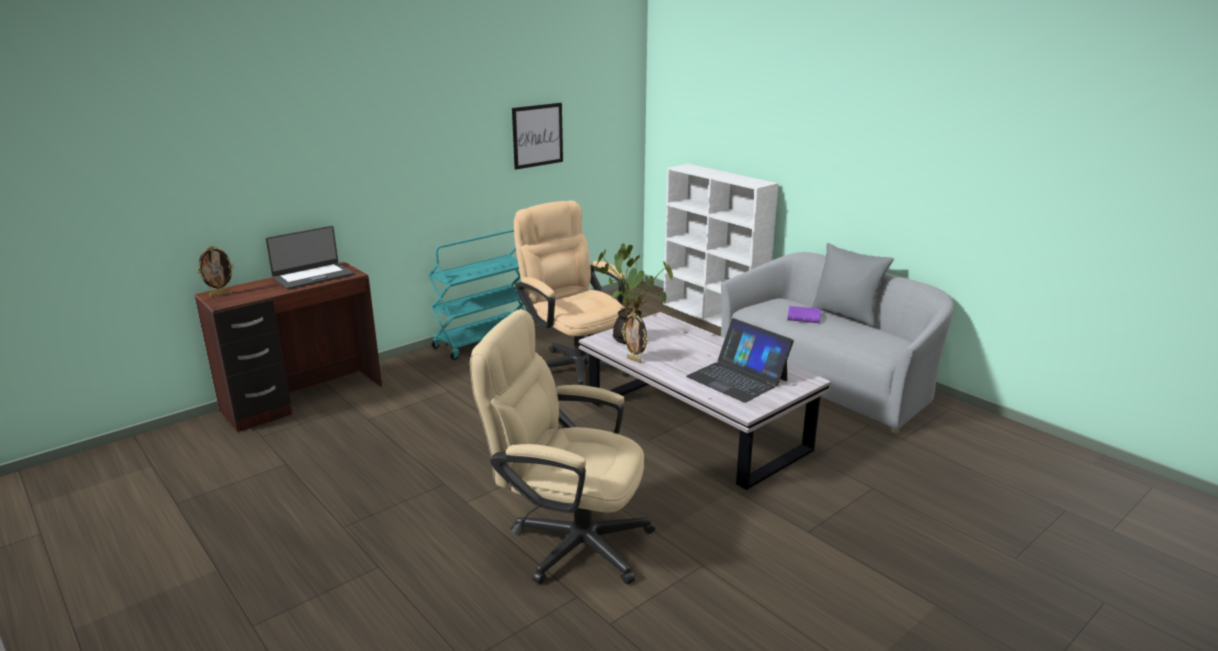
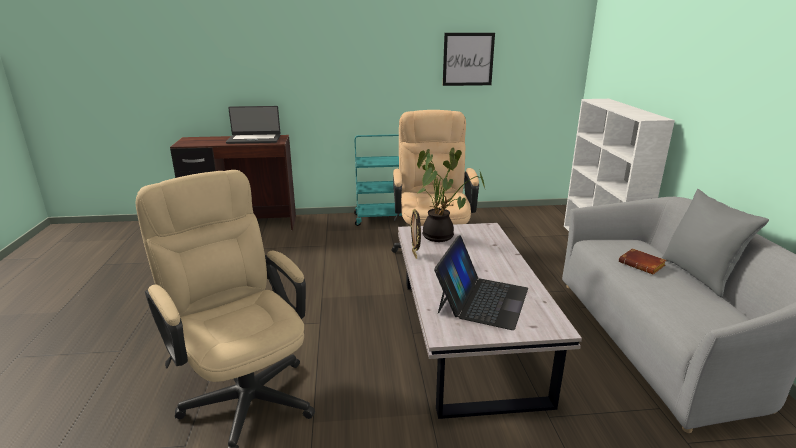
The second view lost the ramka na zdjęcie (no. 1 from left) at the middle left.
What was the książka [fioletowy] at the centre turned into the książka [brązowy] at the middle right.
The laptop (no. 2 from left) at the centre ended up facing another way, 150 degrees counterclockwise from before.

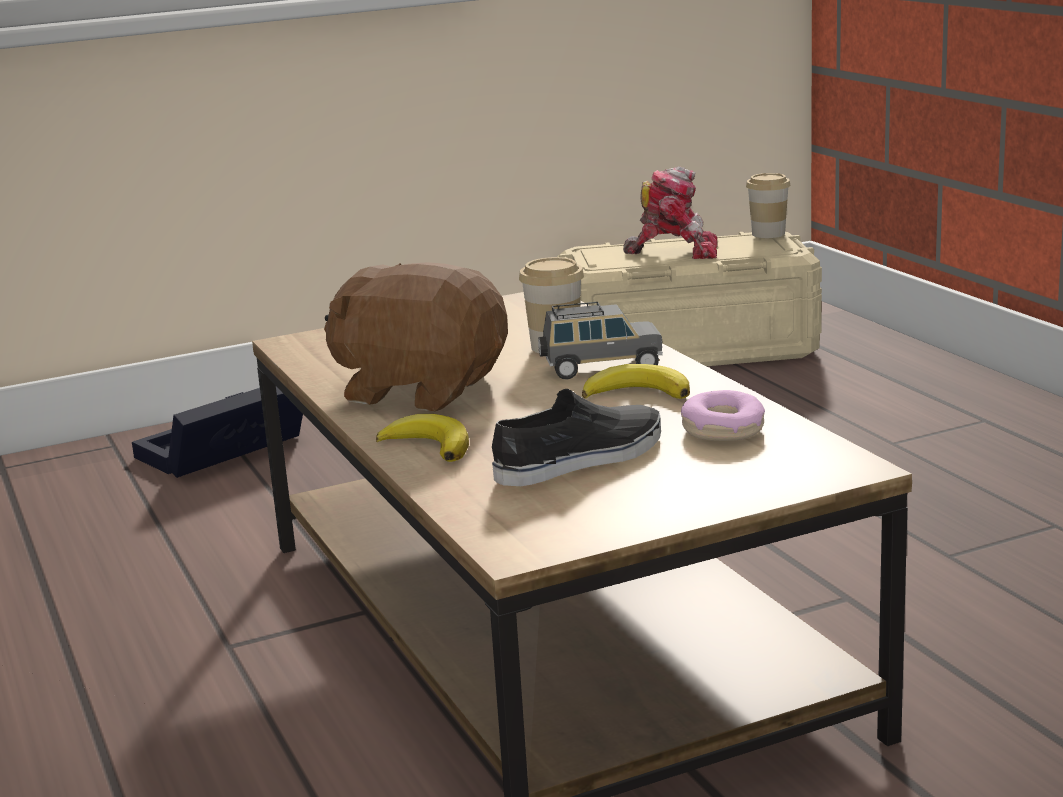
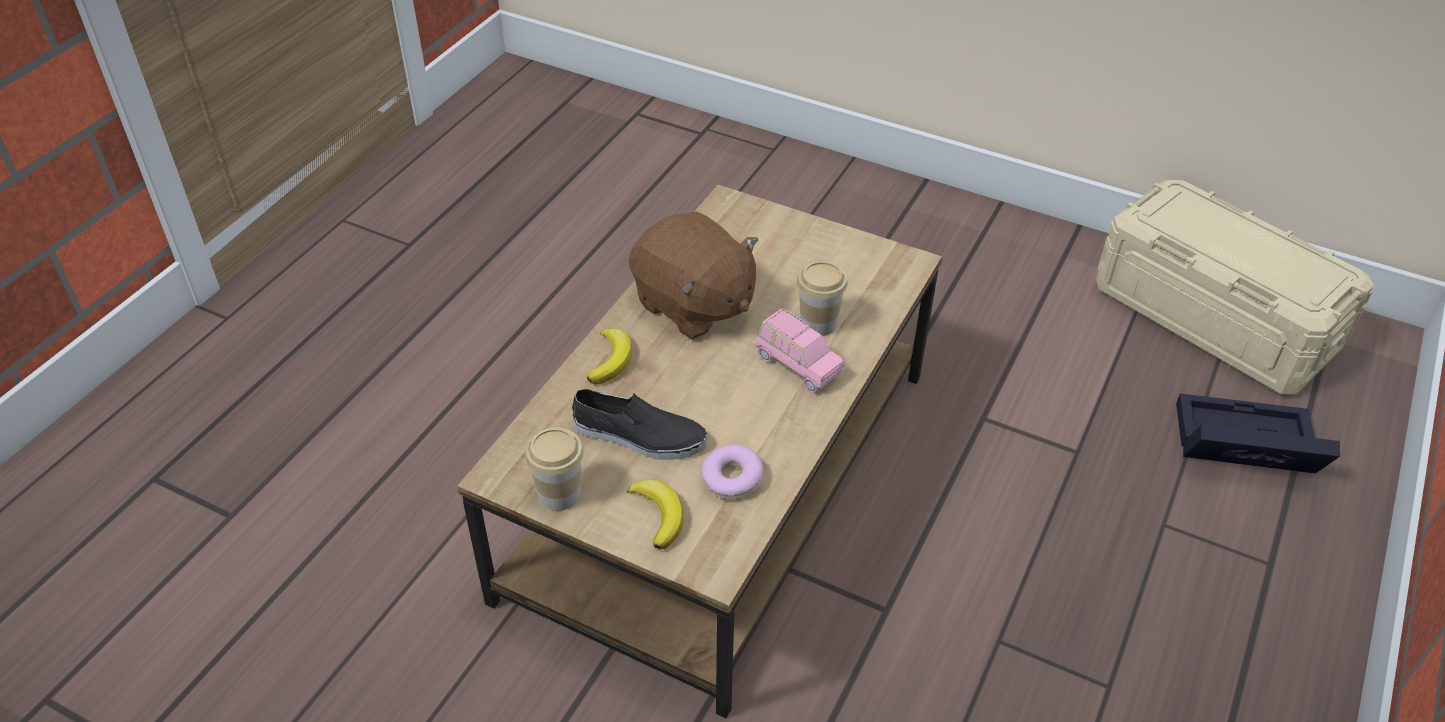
The second view lost the robot zabawkowy at the top centre.
The filiżanka (no. 2 from left in the first image) ended up elsewhere, having gone from the top right to the centre.
The pluszak [brązowy] at the centre ended up facing another way, 150 degrees clockwise from before.
What was the samochodzik [szary] at the centre turned into the samochodzik [różowy] at the centre.
The banan (no. 2 from left) ended up elsewhere, having gone from the centre to the bottom centre.
The pojemnik do przechowywania [czarny] ended up elsewhere, having gone from the middle left to the middle right.

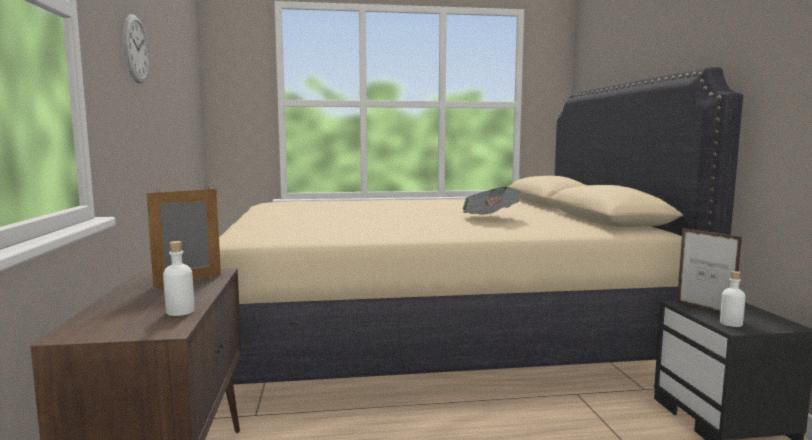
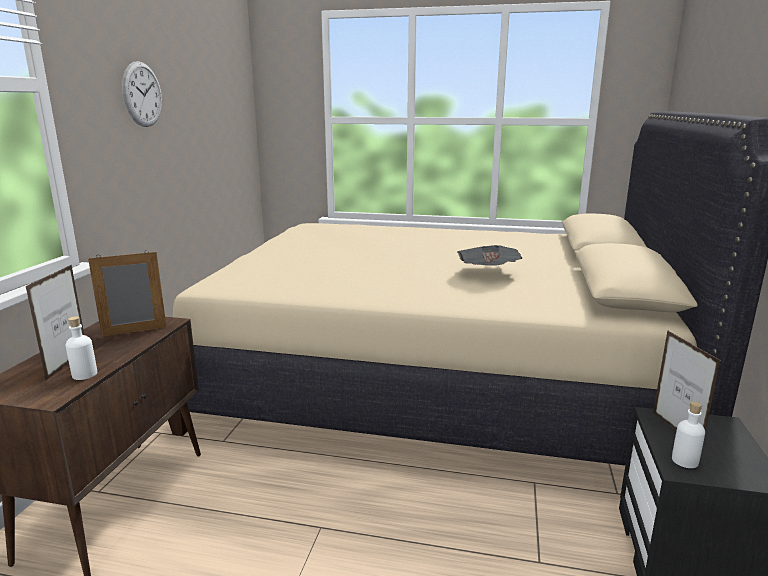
The second view gained the ramka na zdjęcie (no. 1 from left) at the middle left.

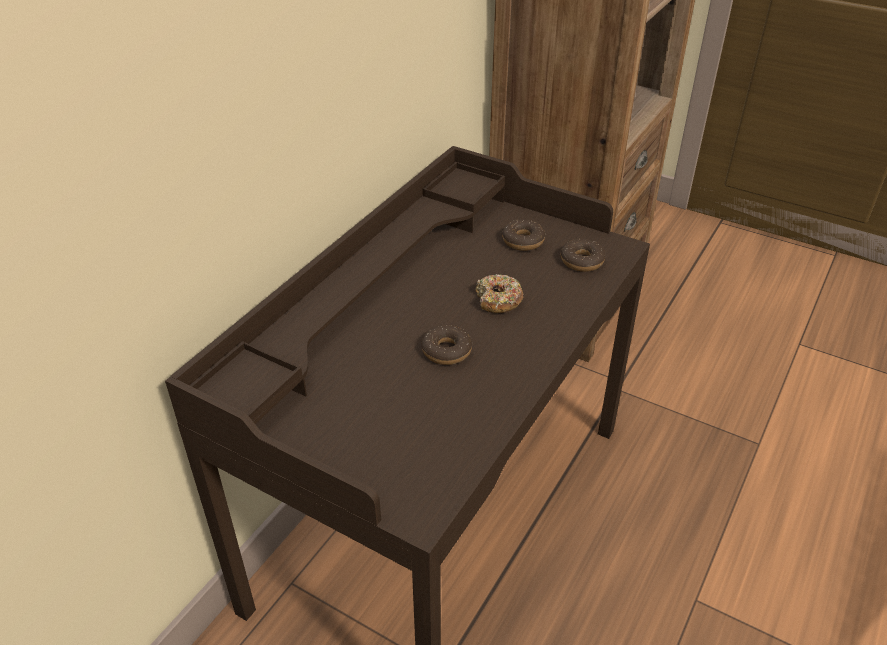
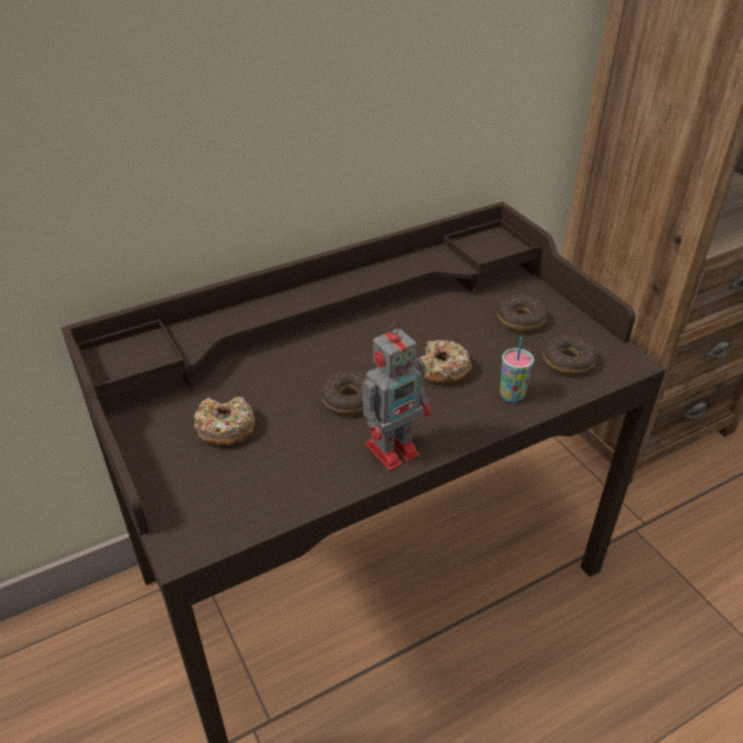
The second view gained the robot zabawkowy at the centre.
The second view gained the filiżanka at the middle right.
The second view gained the donut (no. 1 from left) at the middle left.

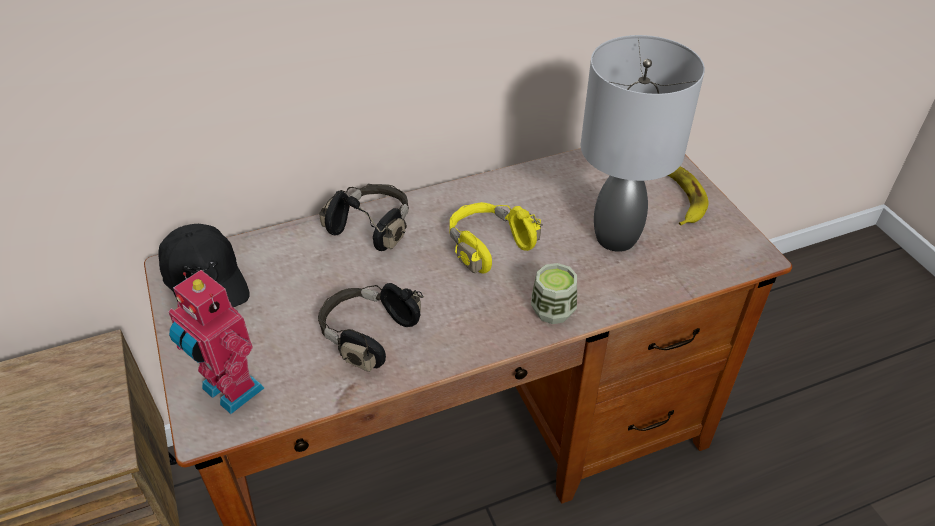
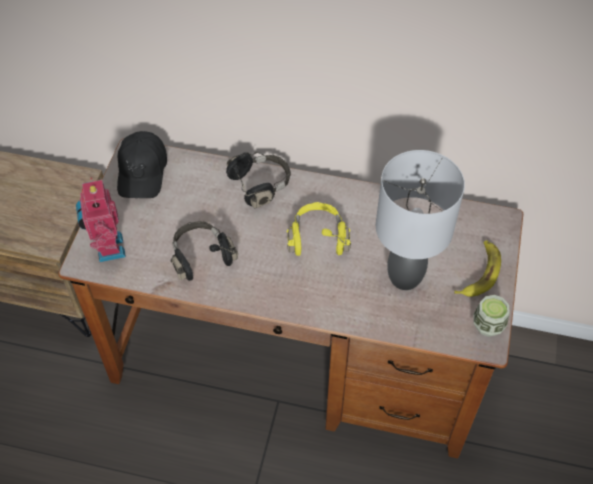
The filiżanka ended up elsewhere, having gone from the centre to the middle right.

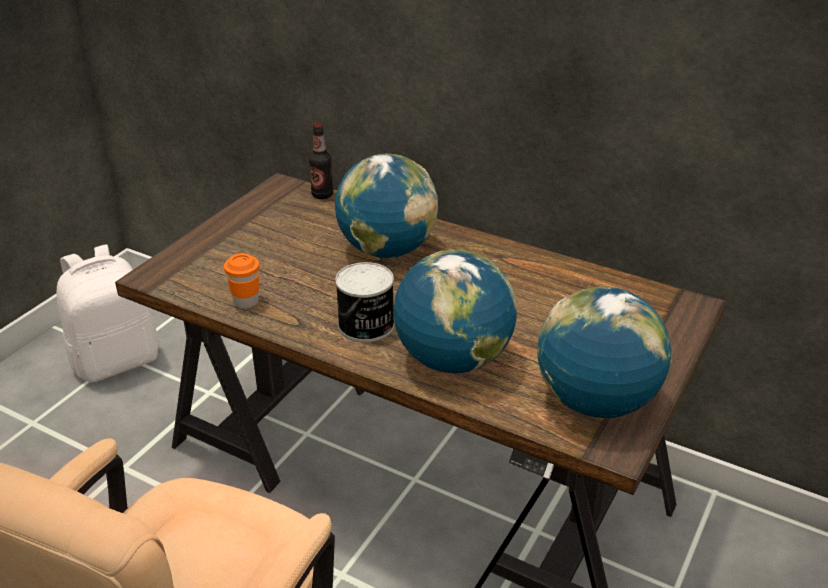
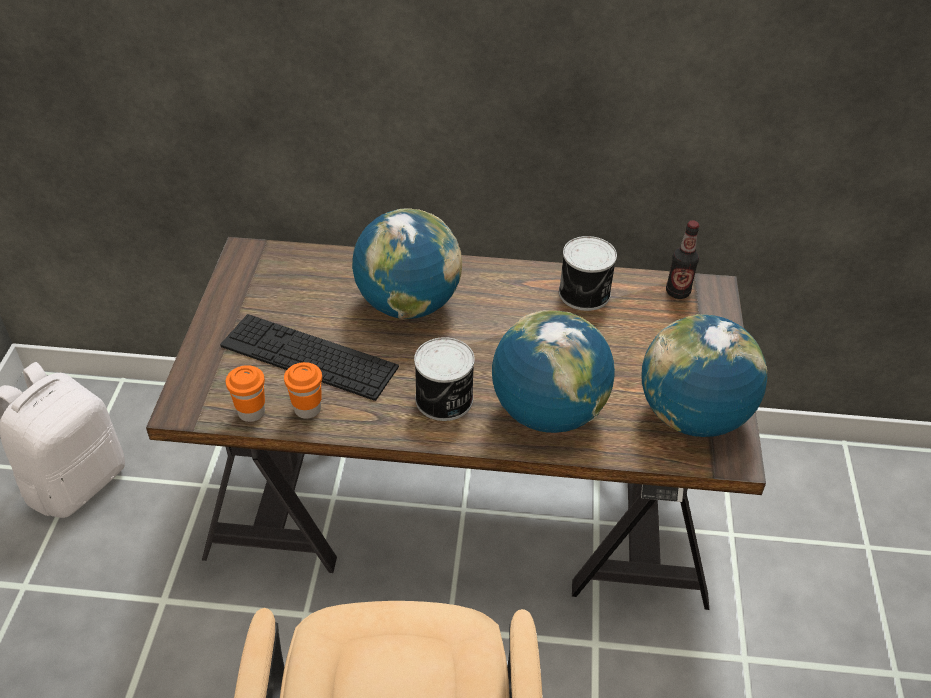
The butelka ended up elsewhere, having gone from the top centre to the middle right.
The second view gained the puszka (no. 2 from left) at the centre.
The second view gained the klawiatura at the middle left.
The second view gained the filiżanka [pomarańczowy] (no. 1 from left) at the middle left.

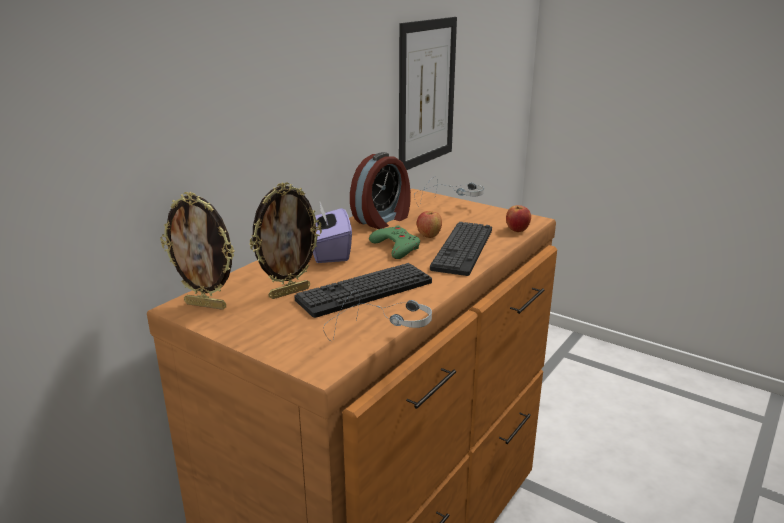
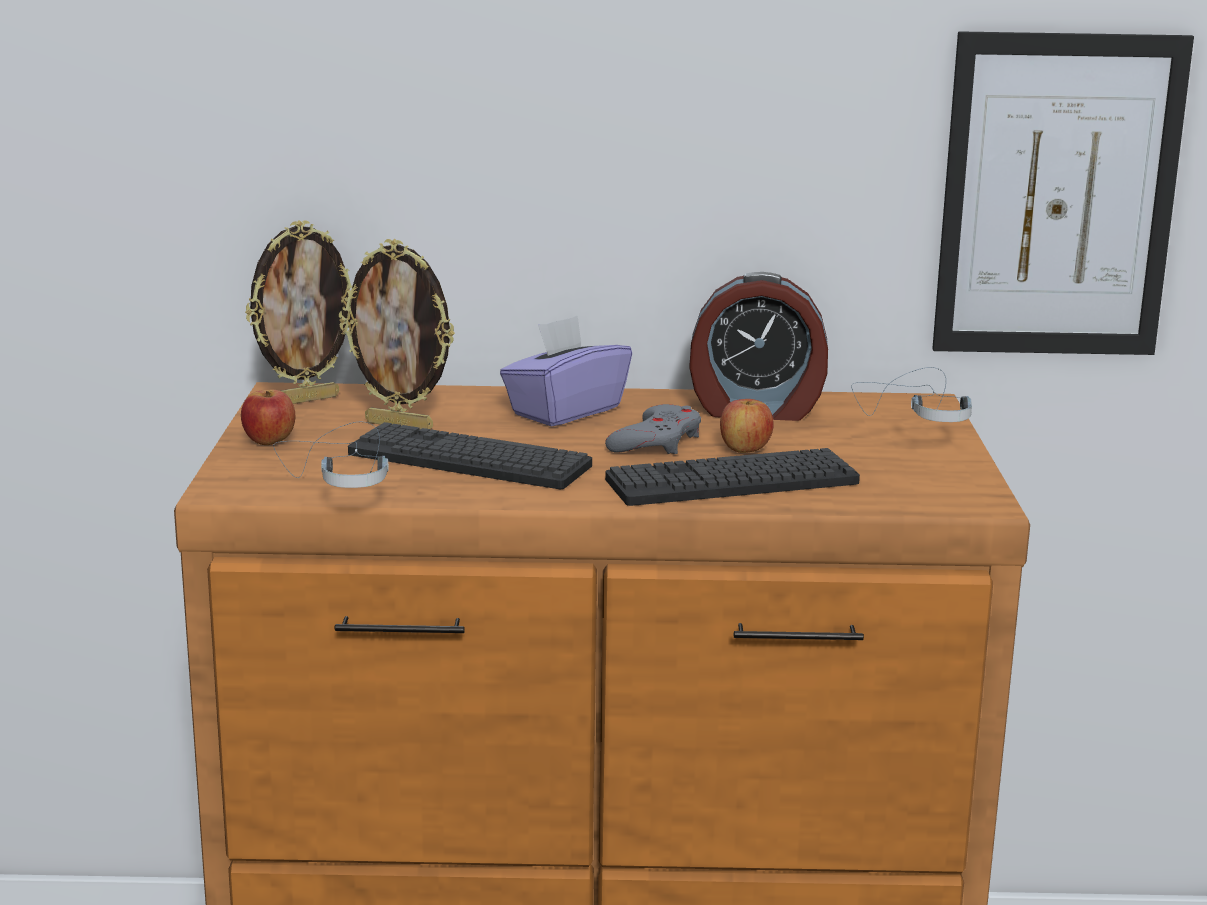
The ramka na zdjęcie (no. 1 from left) at the middle left ended up facing another way, 105 degrees counterclockwise from before.
The jabłko (no. 2 from left in the first image) ended up elsewhere, having gone from the centre to the middle left.
What was the pad do gier [zielony] at the centre turned into the pad do gier [szary] at the centre.

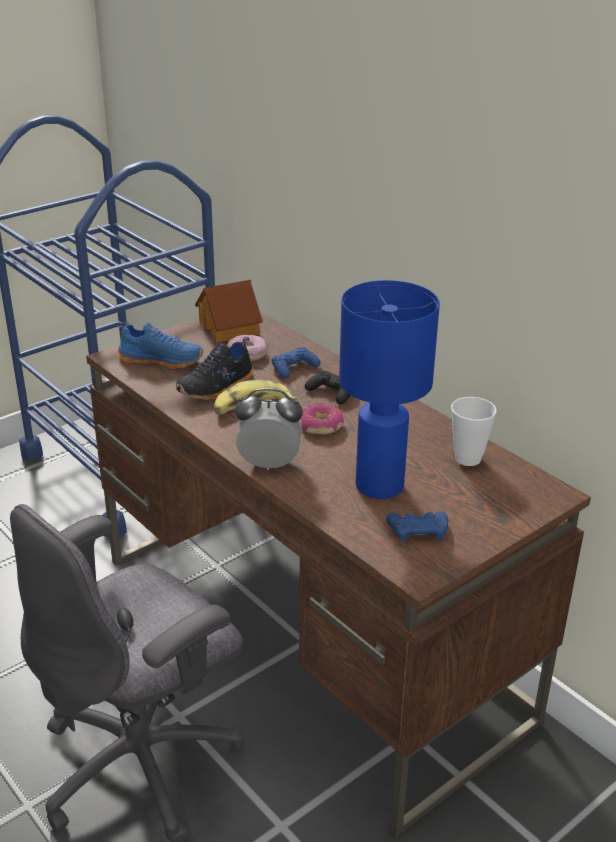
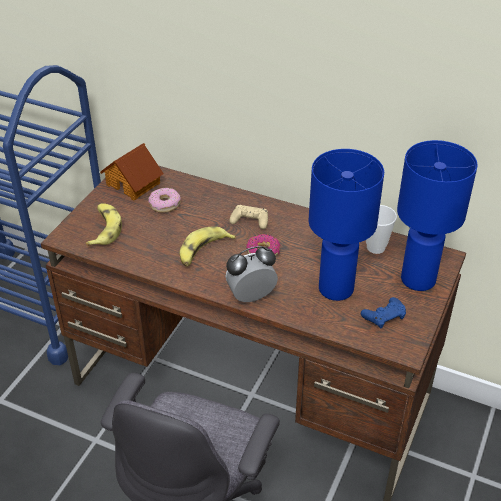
Where the but [niebieski] stood at the middle left, the banan (no. 1 from left) came to stand at the middle left.
The second view lost the but [czarny] at the centre.
The second view lost the pad do gier [niebieski] (no. 1 from left) at the centre.
What was the pad do gier [czarny] at the centre turned into the pad do gier [beżowy] at the centre.
The second view gained the lampa stołowa [niebieski] (no. 2 from left) at the middle right.

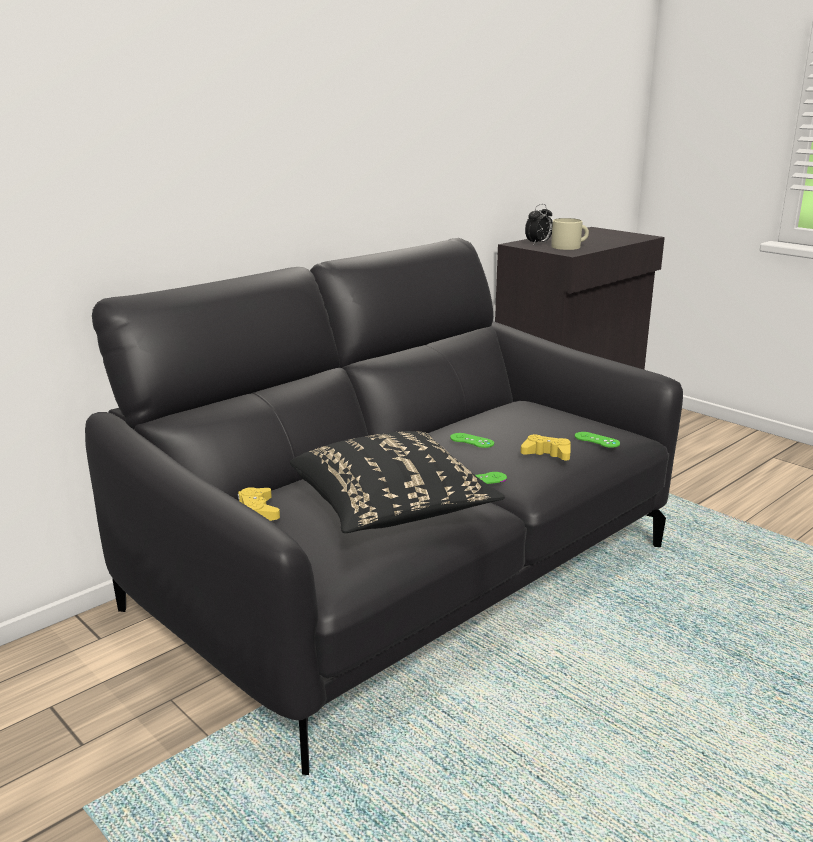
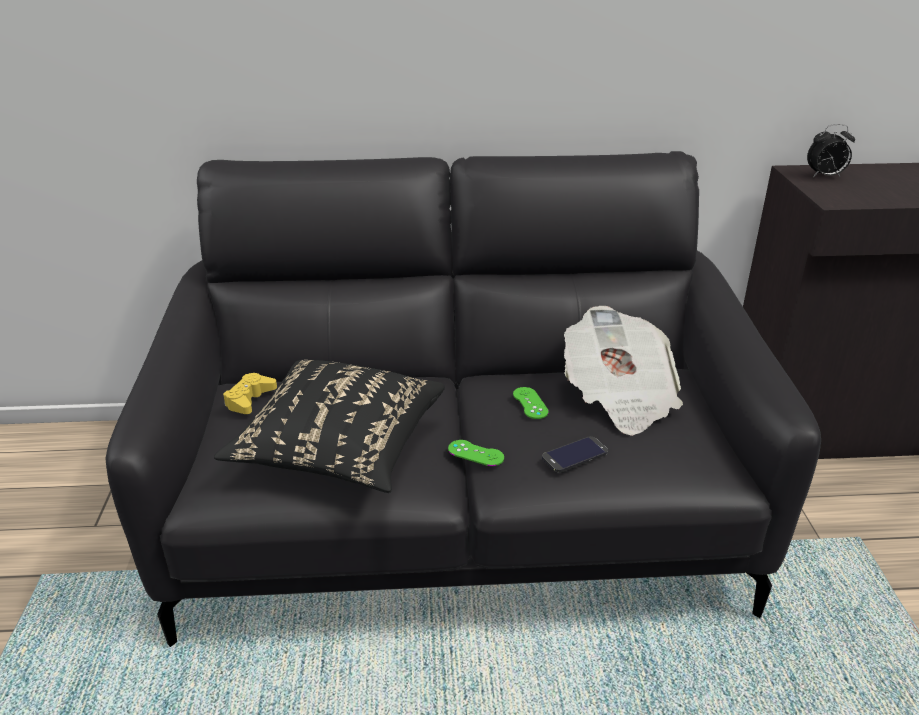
The second view lost the kubek [beżowy] at the top right.
The second view lost the pad do gier [zielony] (no. 3 from left) at the middle right.
Where the pad do gier [żółty] (no. 2 from left) stood at the middle right, the telefon came to stand at the centre.
The second view gained the gazeta at the middle right.

